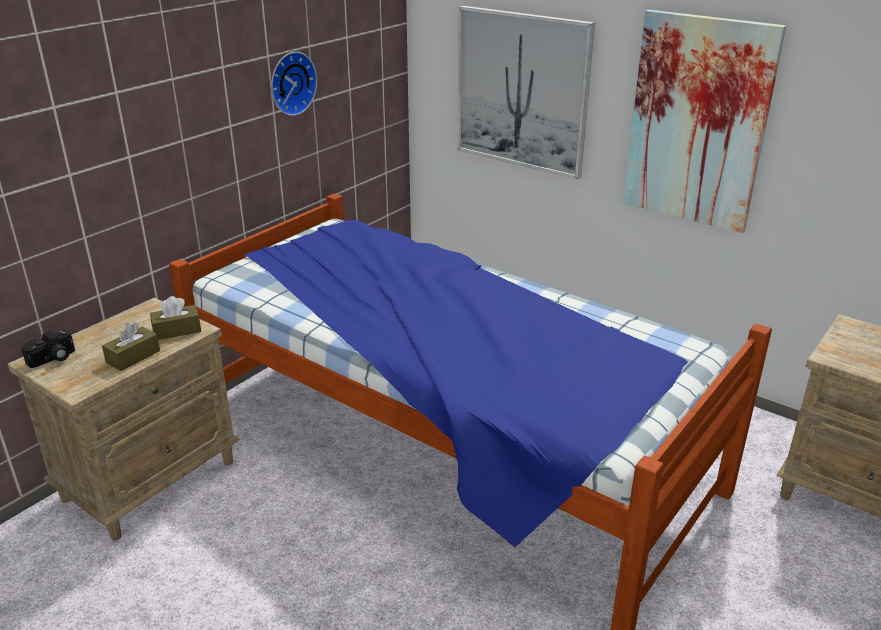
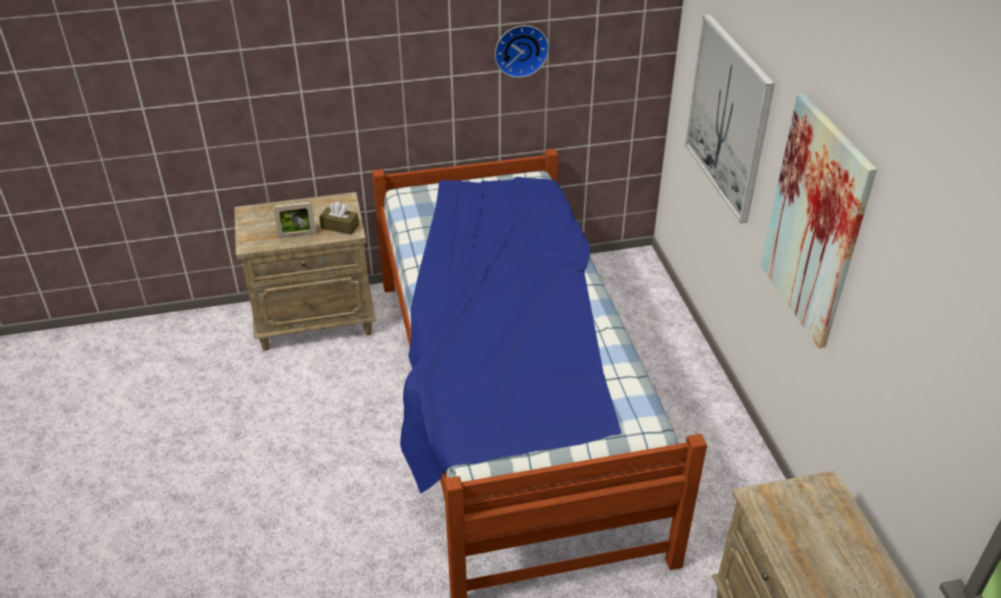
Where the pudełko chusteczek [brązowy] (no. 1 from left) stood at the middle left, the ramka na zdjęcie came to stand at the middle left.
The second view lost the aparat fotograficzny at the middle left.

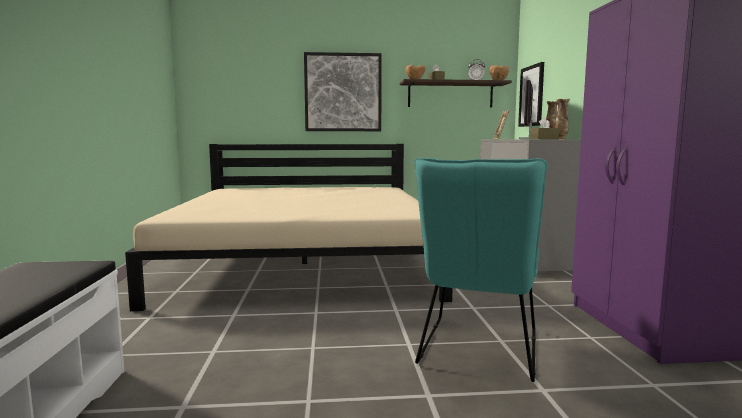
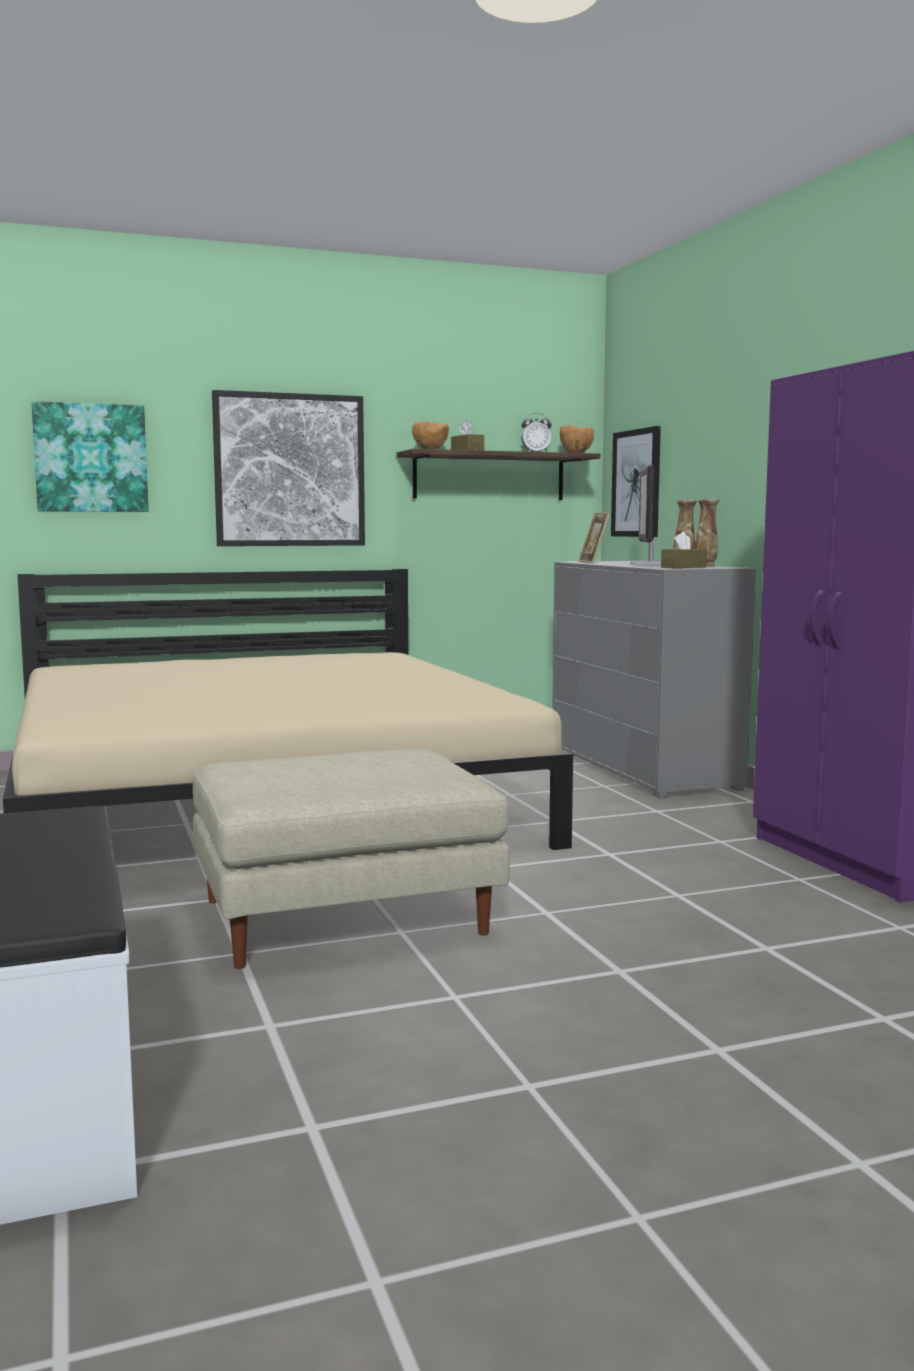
The second view lost the krzesło [turkusowy] at the centre.
The second view gained the obraz (no. 1 from left) at the top left.
The second view gained the pufa [beżowy] at the centre.

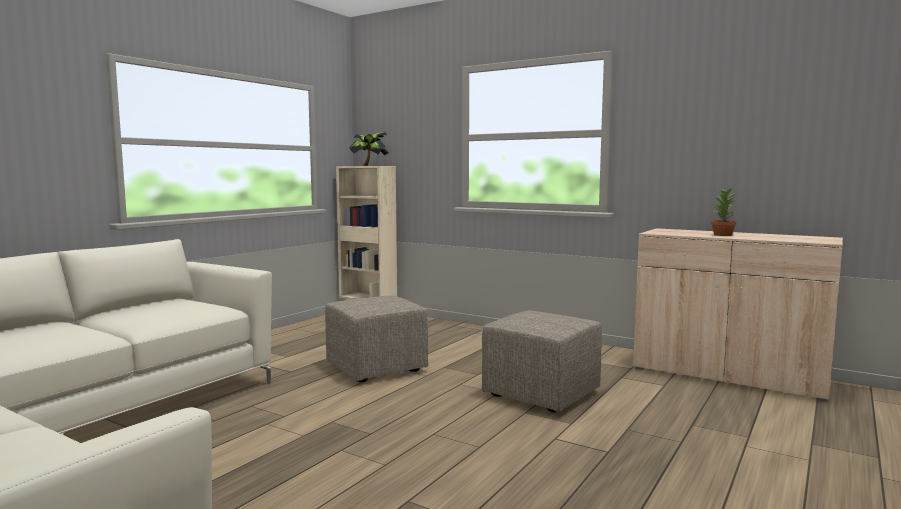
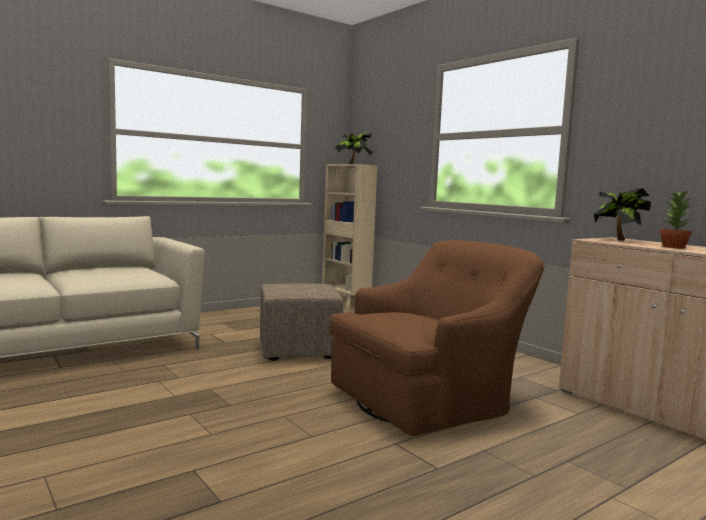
Where the pufa [beżowy] (no. 2 from left) stood at the bottom centre, the fotel [brązowy] came to stand at the centre.
The second view gained the roślina doniczkowa (no. 2 from left) at the middle right.

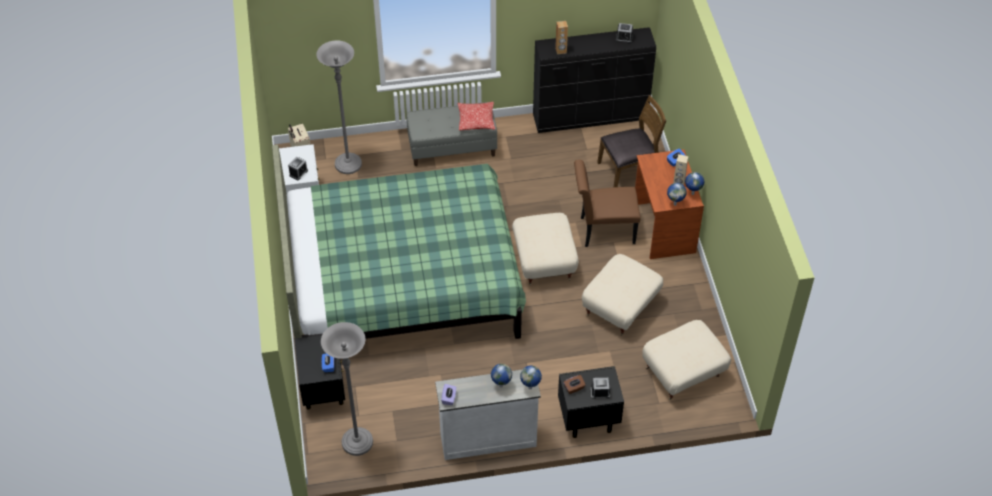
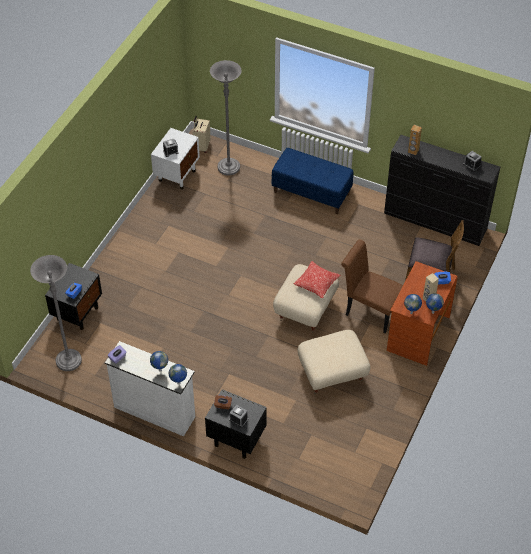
What was the ławka [szary] at the top centre turned into the ławka [niebieski] at the top centre.
The poduszka ended up elsewhere, having gone from the top centre to the centre.
The second view lost the łóżko [zielony] at the centre.
The second view lost the pufa [beżowy] (no. 3 from left) at the bottom right.

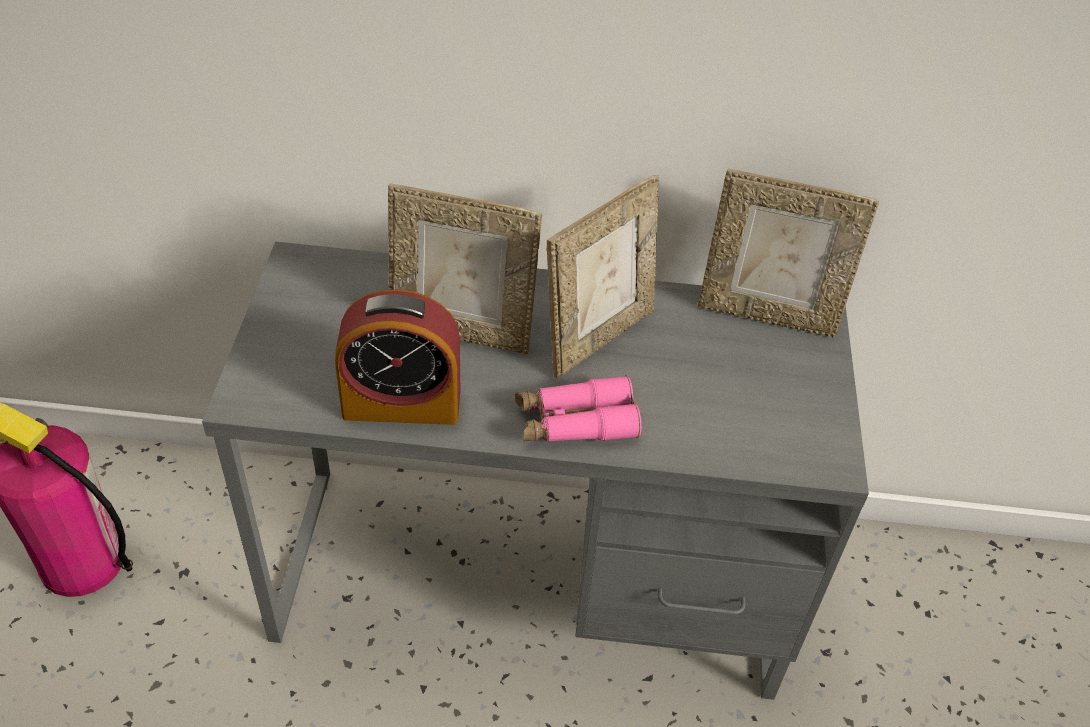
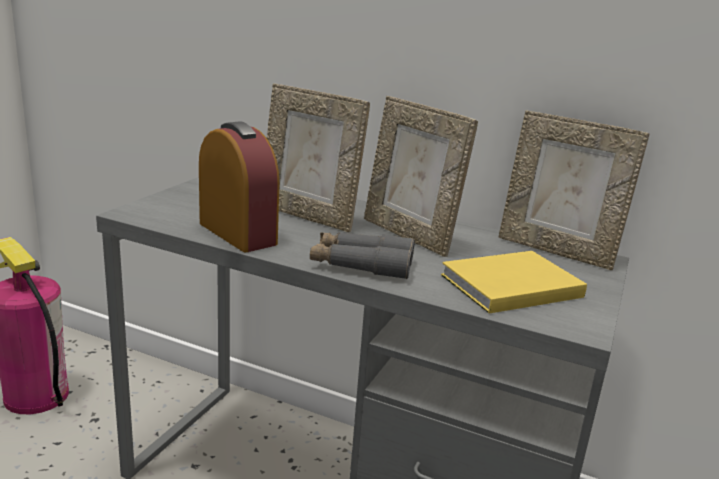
The ramka na zdjęcie (no. 2 from left) at the centre ended up facing another way, 75 degrees clockwise from before.
The budzik at the centre ended up facing another way, 150 degrees counterclockwise from before.
What was the lornetka [różowy] at the centre turned into the lornetka [szary] at the centre.
The second view gained the książka [żółty] at the middle right.

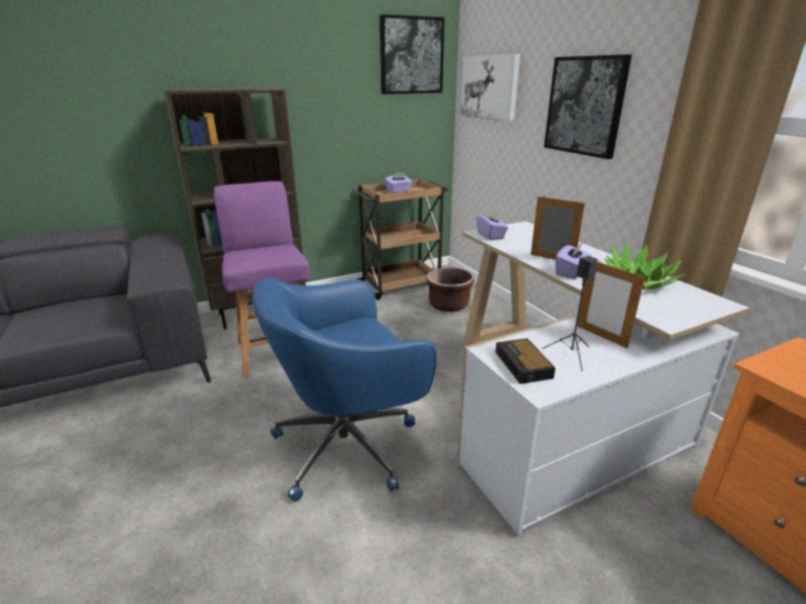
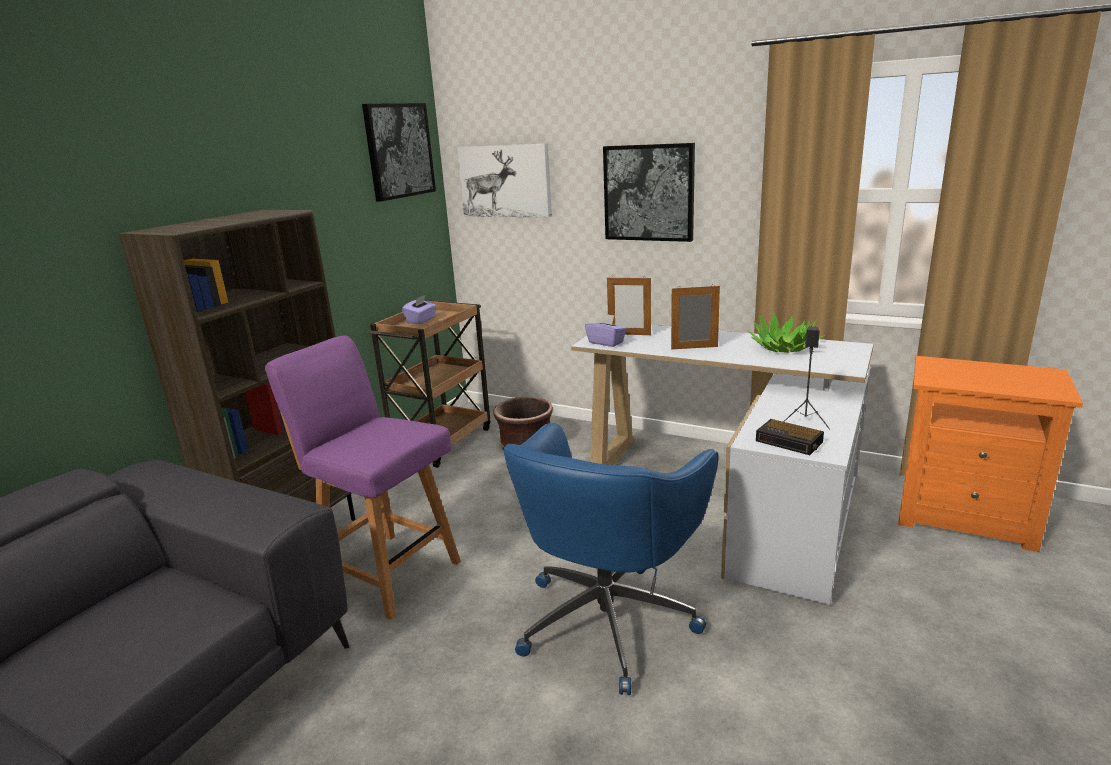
The second view lost the pudełko chusteczek [fioletowy] (no. 3 from left) at the middle right.
The ramka na zdjęcie (no. 2 from left in the first image) ended up elsewhere, having gone from the middle right to the centre.

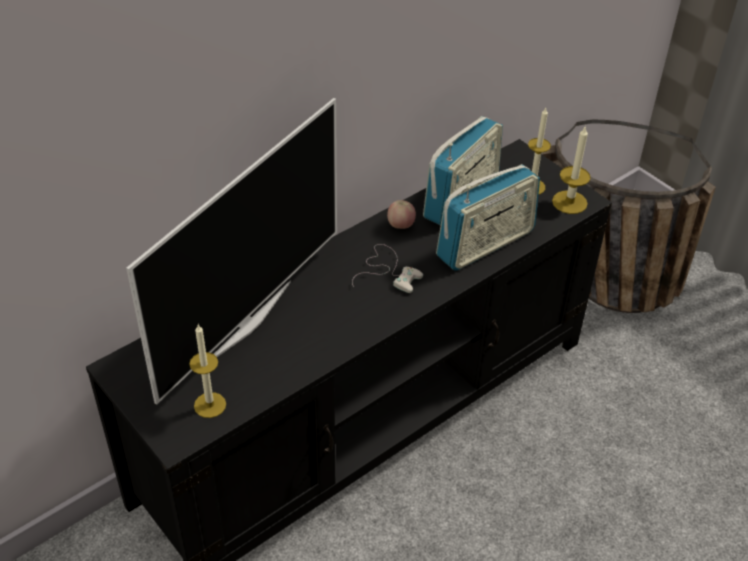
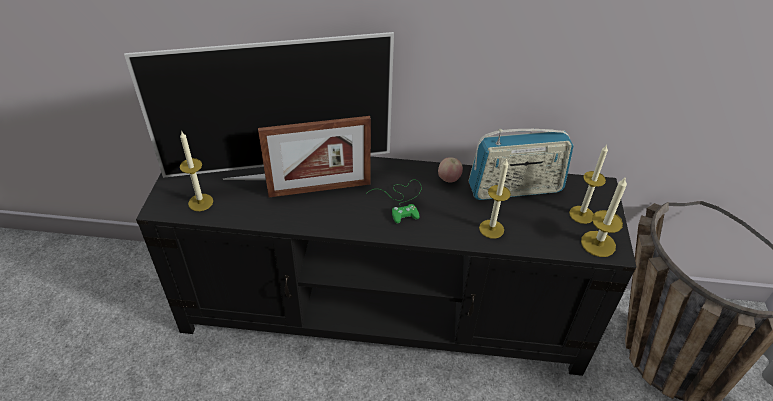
Where the radio (no. 2 from left) stood at the centre, the świeca (no. 2 from left) came to stand at the centre.
What was the pad do gier [biały] at the centre turned into the pad do gier [zielony] at the centre.
The second view gained the ramka na zdjęcie at the centre.

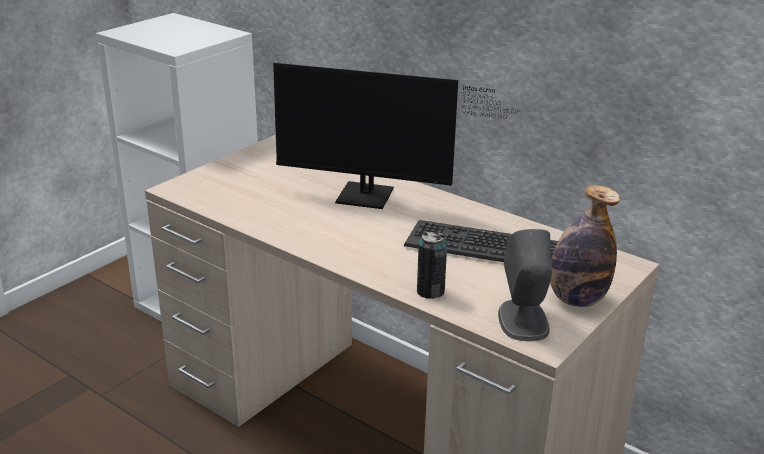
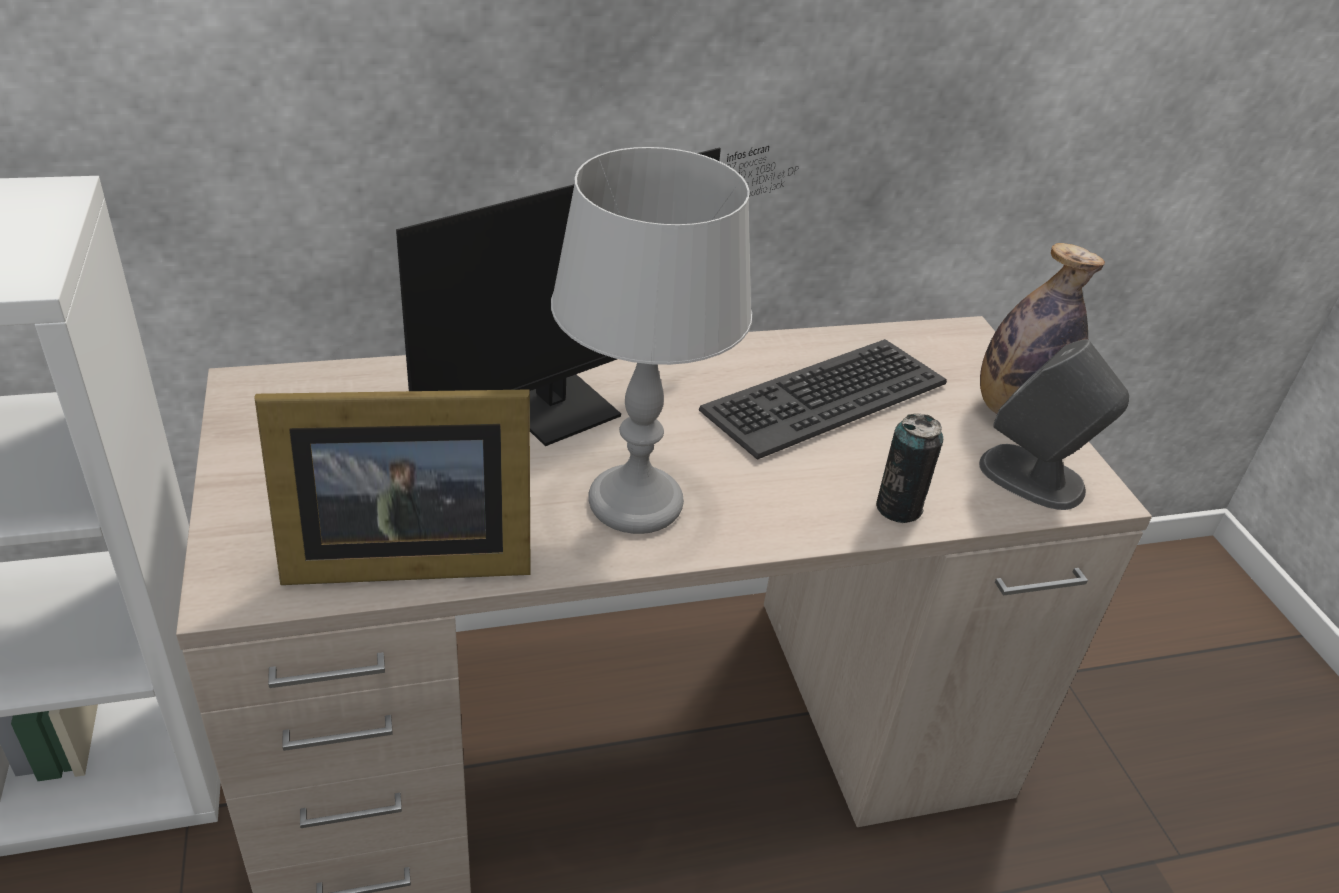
The second view gained the lampa stołowa [szary] at the centre.
The second view gained the ramka na zdjęcie at the middle left.

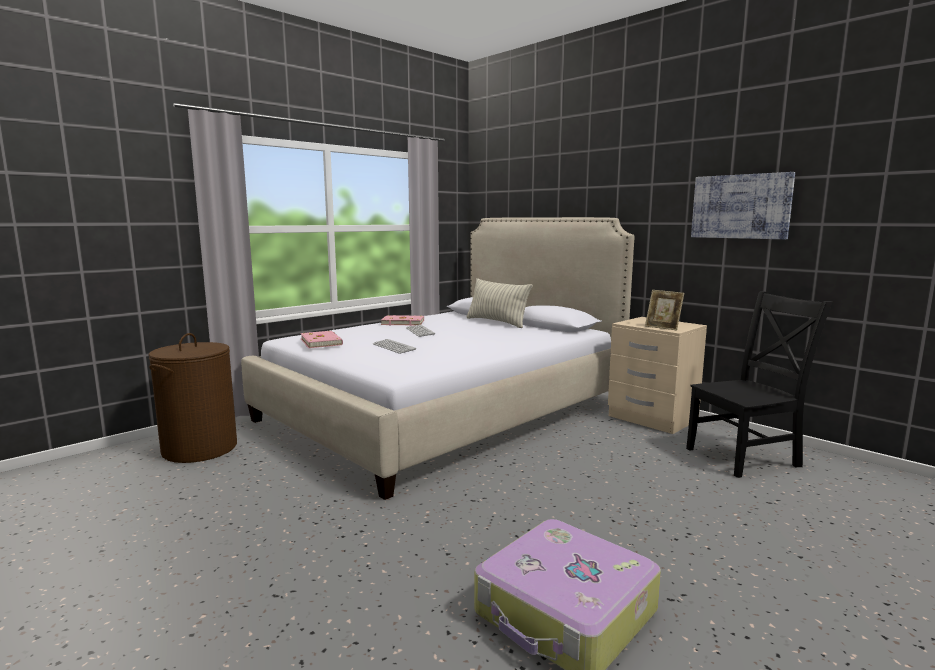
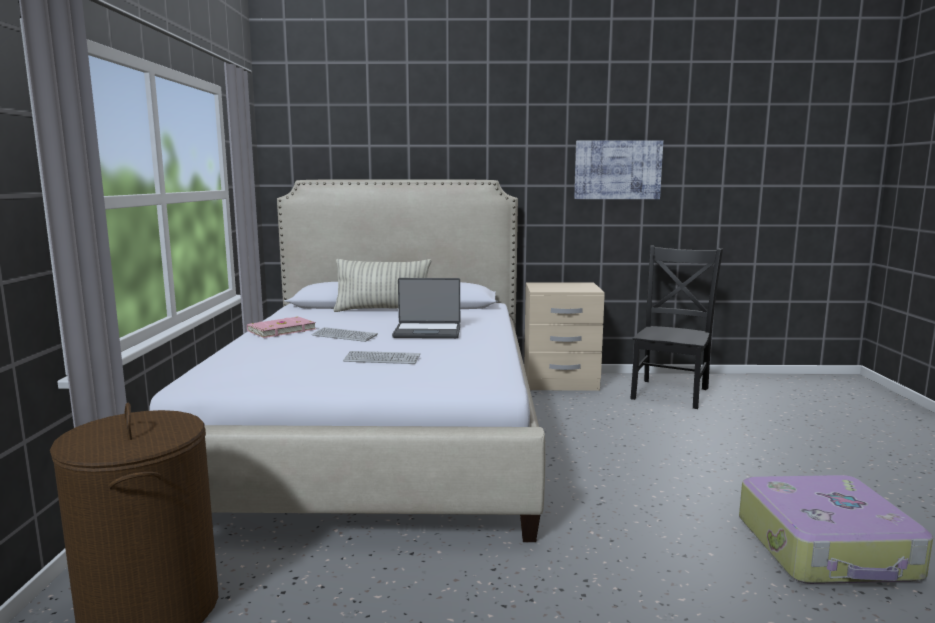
The second view lost the ramka na zdjęcie at the middle right.
The second view lost the książka [różowy] (no. 1 from left) at the centre.
The second view gained the laptop at the centre.

